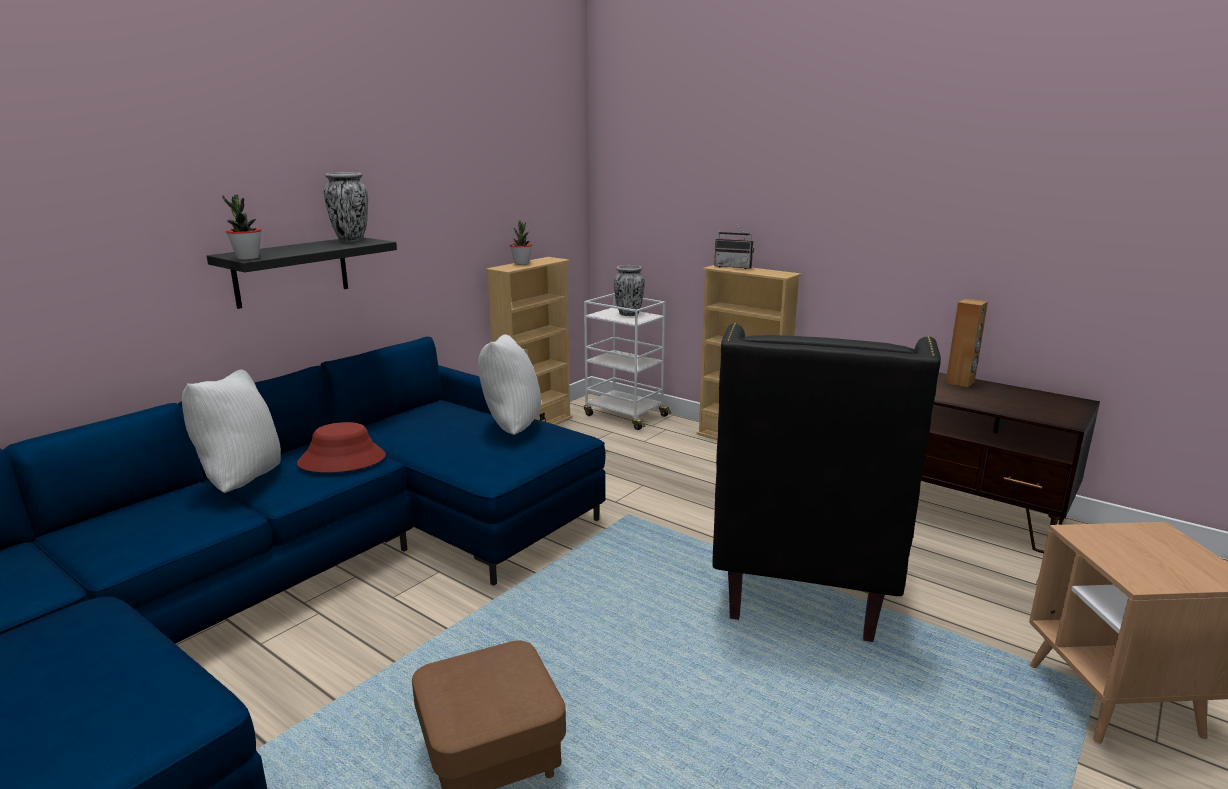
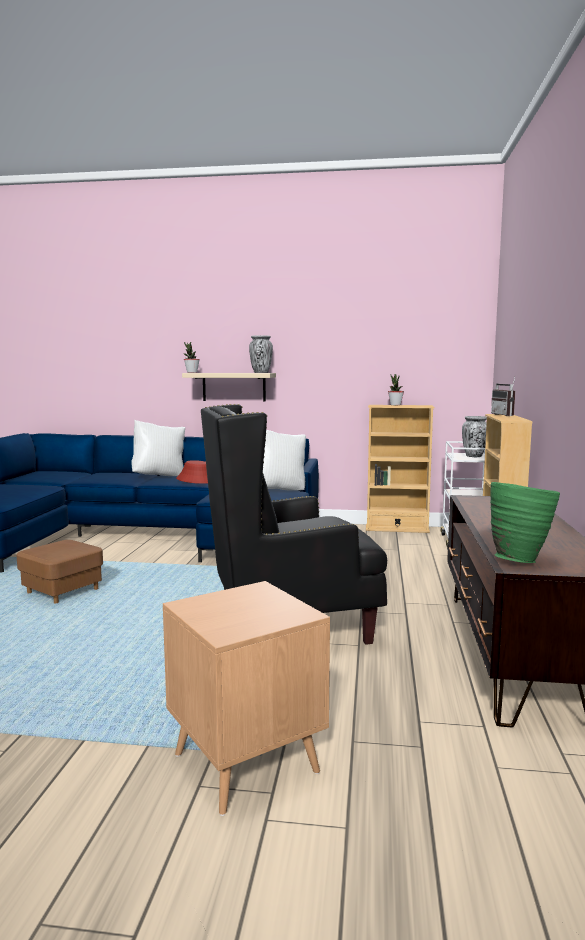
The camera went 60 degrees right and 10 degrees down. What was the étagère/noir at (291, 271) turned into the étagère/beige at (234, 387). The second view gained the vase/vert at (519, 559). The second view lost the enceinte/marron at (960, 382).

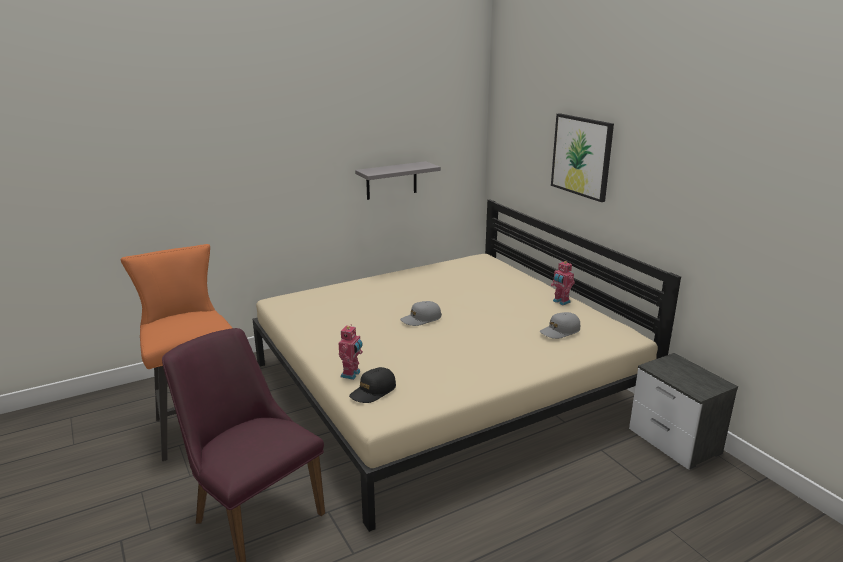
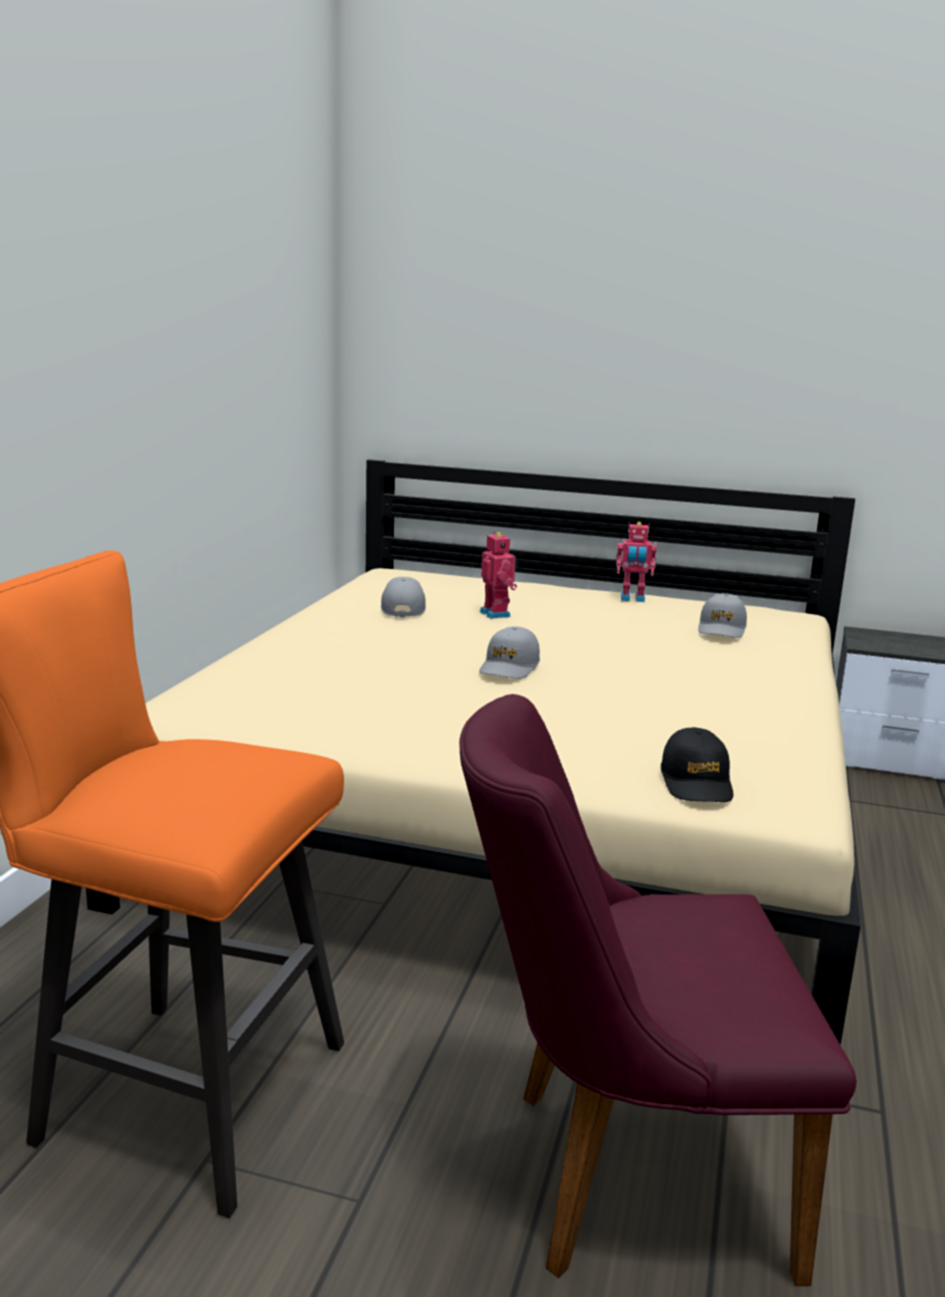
The camera went 45 degrees left and 5 degrees down. The second view gained the casquette/gris at (403, 608). The robot jouet ended up elsewhere, having gone from (351, 374) to (497, 614). The second view lost the étagère/gris at (391, 180). The second view lost the tableau at (582, 156).

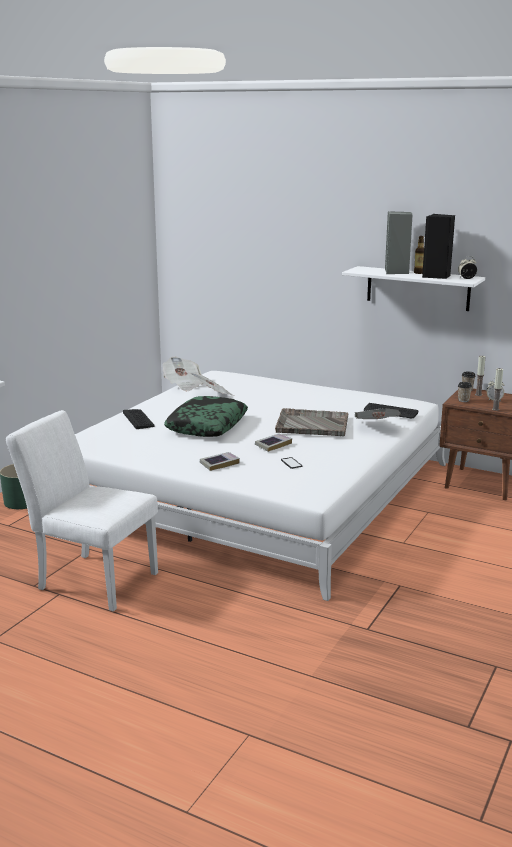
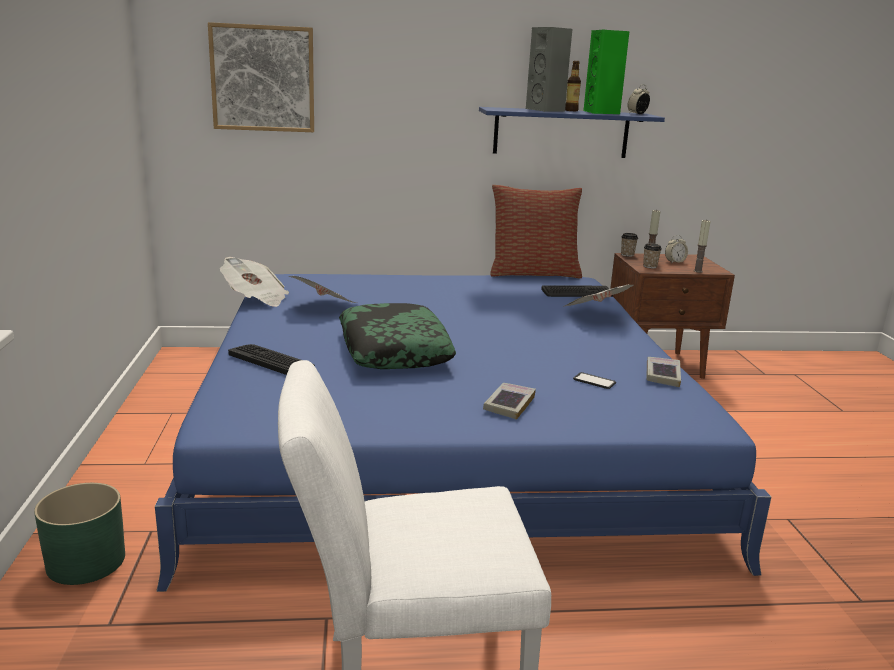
The camera went 35 degrees left and 0 degrees up. What was the lit/blanc at (255, 490) turned into the lit/bleu at (441, 434). The second view gained the tableau at (263, 78). What was the étagère/blanc at (418, 288) turned into the étagère/bleu at (561, 133). The second view gained the coussin at (533, 273). What was the enceinte/noir at (436, 276) turned into the enceinte/vert at (602, 112). The livre ended up elsewhere, having gone from (273, 445) to (662, 375). The second view lost the plateau/gris at (311, 424).

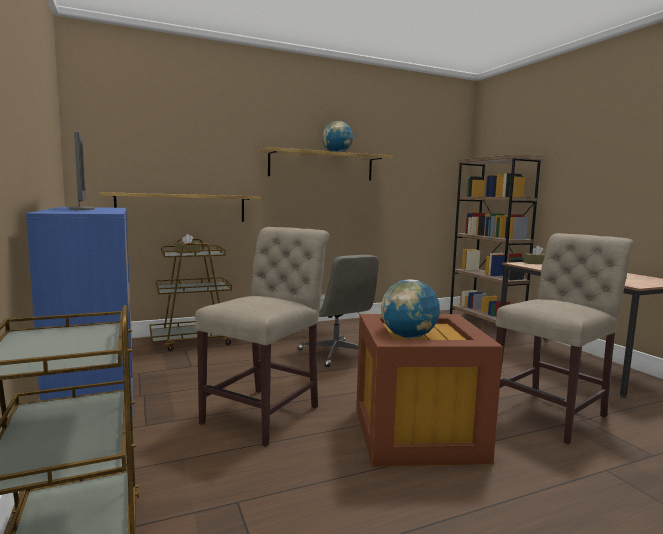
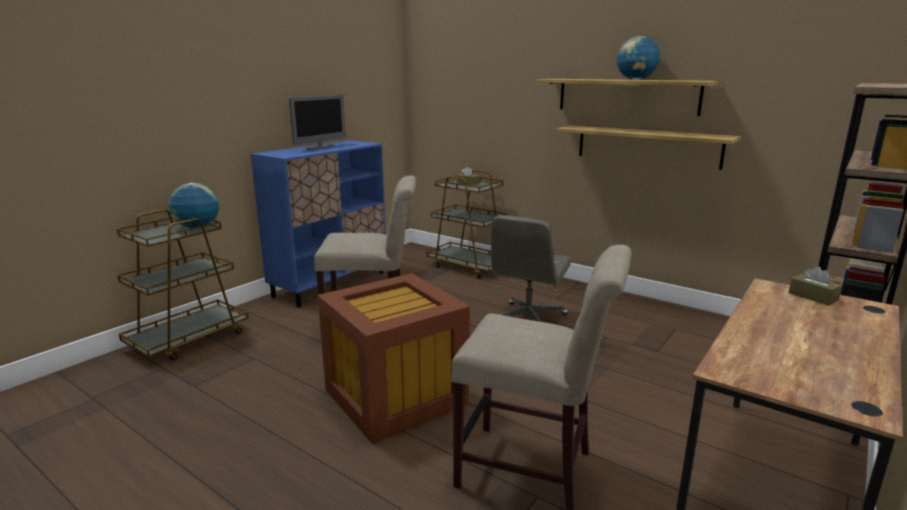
The camera went 60 degrees right and 10 degrees up. The globe ended up elsewhere, having gone from (408, 336) to (197, 228). The étagère ended up elsewhere, having gone from (182, 207) to (647, 146).

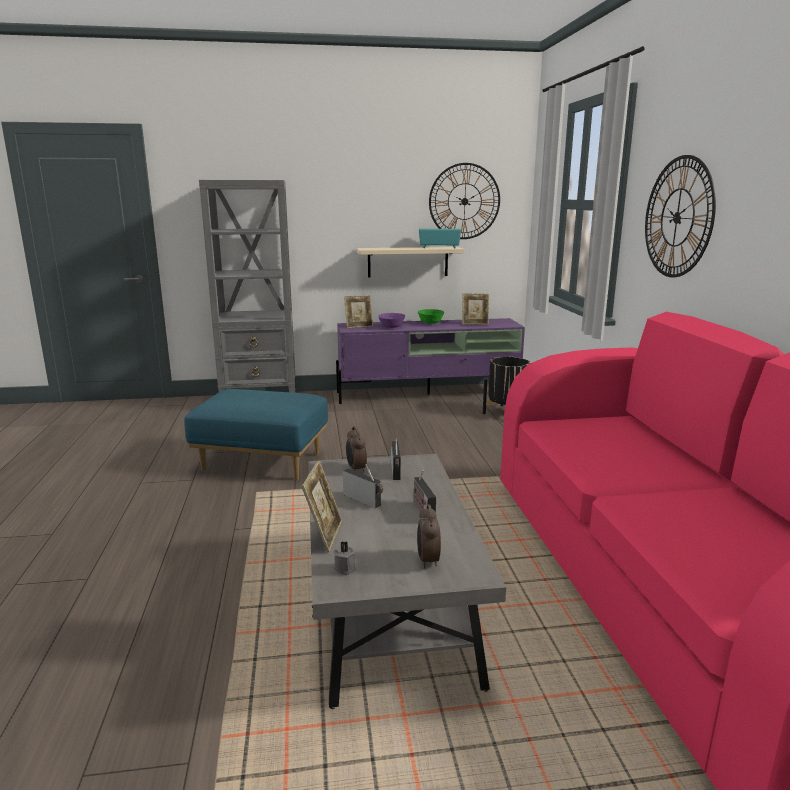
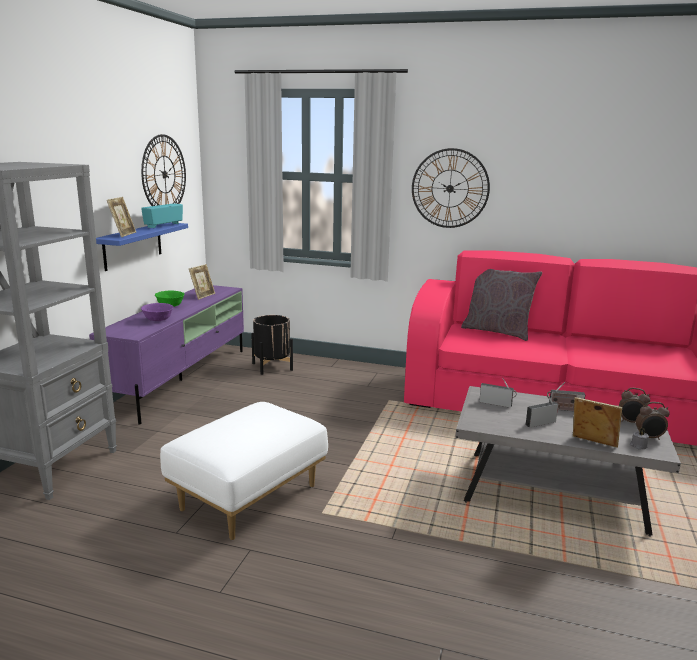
The camera went 65 degrees left and 0 degrees up. What was the étagère/beige at (408, 262) turned into the étagère/bleu at (133, 245). The cadre photo ended up elsewhere, having gone from (359, 326) to (123, 234). What was the pouf/bleu at (263, 461) turned into the pouf/blanc at (249, 497). The second view gained the coussin/gris at (497, 331). The réveil ended up elsewhere, having gone from (356, 469) to (649, 438).

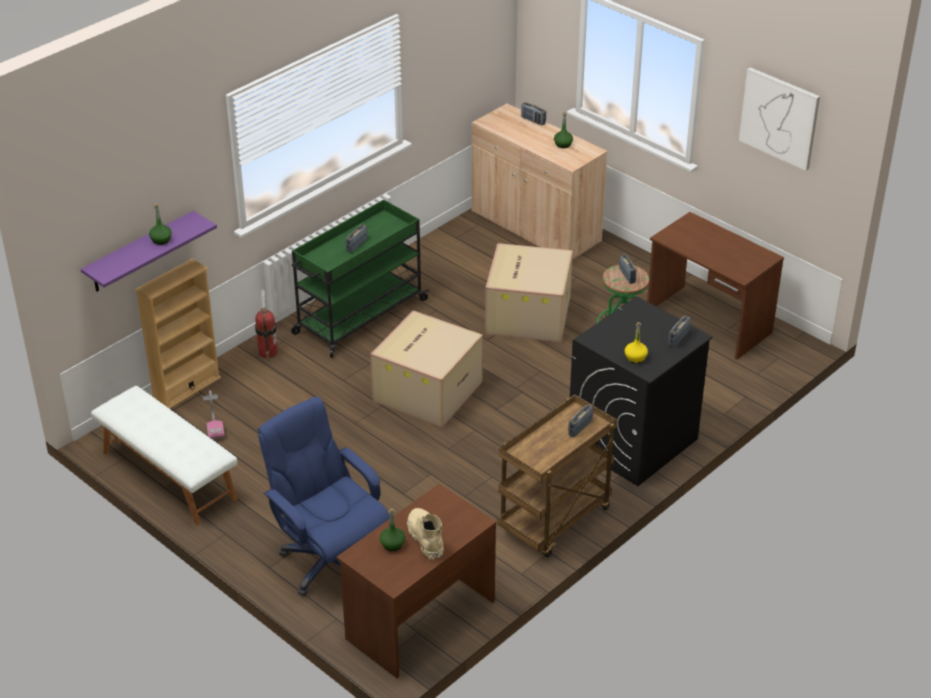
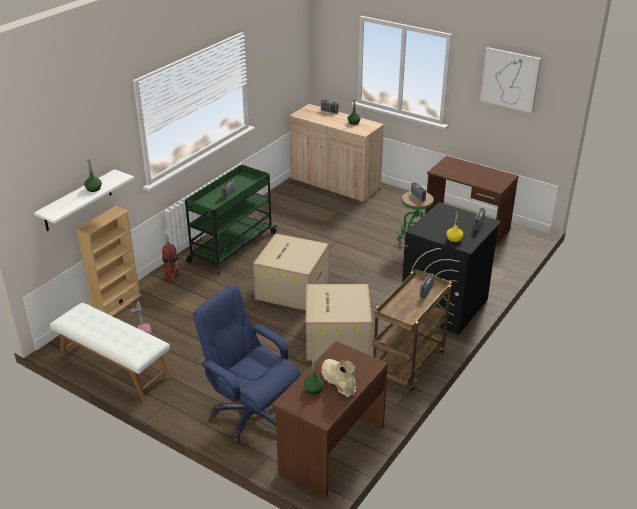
The camera went 10 degrees left and 5 degrees down. What was the étagère/violet at (140, 252) turned into the étagère/blanc at (78, 201). The carton ended up elsewhere, having gone from (527, 314) to (336, 339).

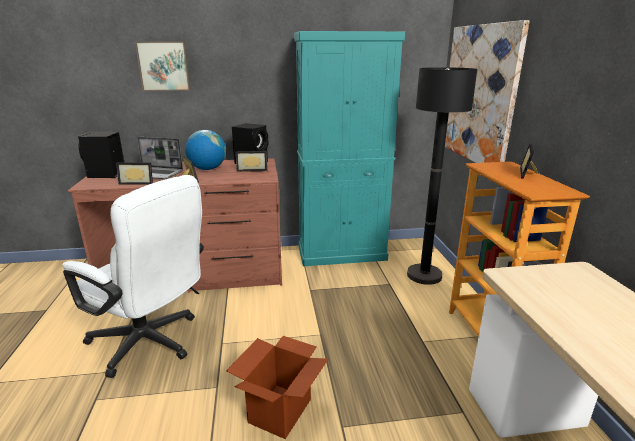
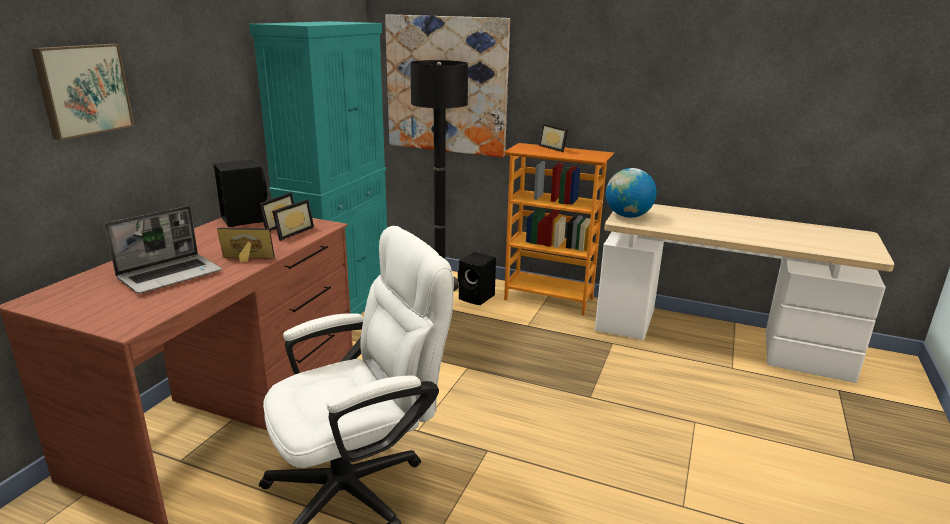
The camera went 60 degrees left and 0 degrees up. The cadre photo ended up elsewhere, having gone from (137, 183) to (291, 232). The enceinte/noir ended up elsewhere, having gone from (106, 175) to (477, 298). The globe ended up elsewhere, having gone from (207, 169) to (628, 216). The second view lost the carton at (280, 410).

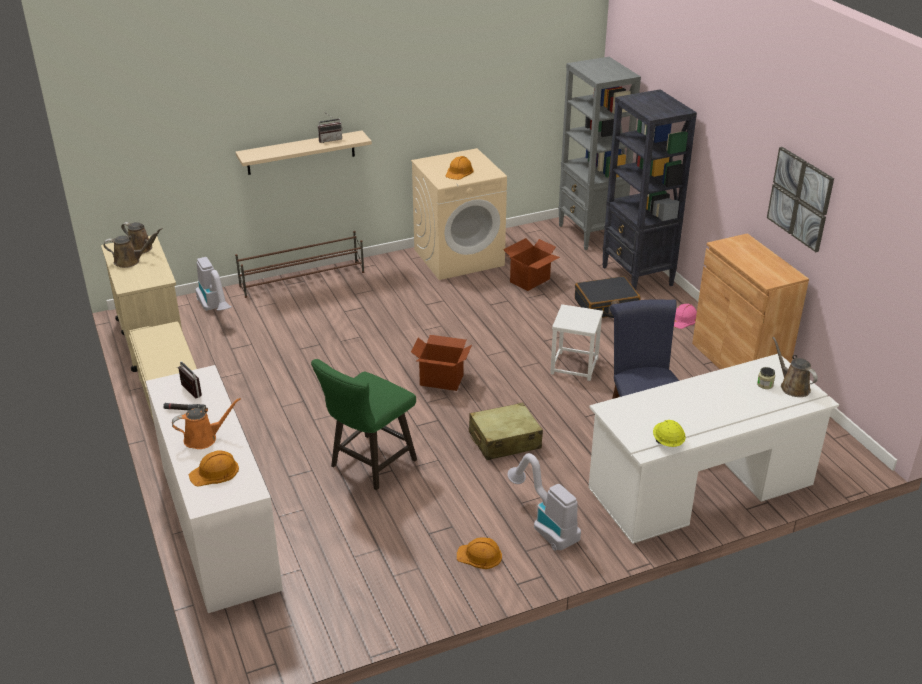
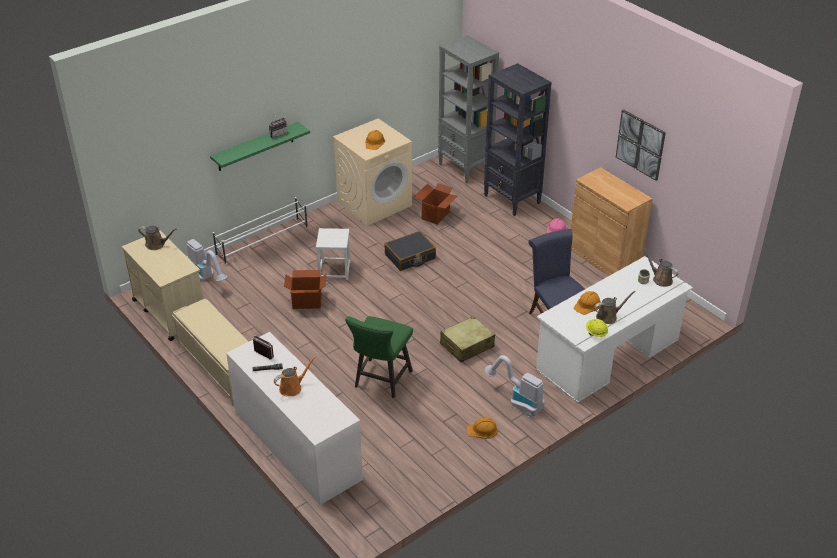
The camera went 15 degrees left and 5 degrees up. What was the étagère/beige at (301, 152) turned into the étagère/vert at (255, 147). What was the étagère à chaussures/marron at (303, 279) turned into the étagère à chaussures/blanc at (263, 241). The carton ended up elsewhere, having gone from (441, 379) to (307, 301). The tabouret/blanc ended up elsewhere, having gone from (574, 366) to (335, 270). The valise/noir ended up elsewhere, having gone from (606, 306) to (410, 257). The casque de chantier/orange ended up elsewhere, having gone from (215, 472) to (587, 305). The arrosoir/marron ended up elsewhere, having gone from (129, 261) to (608, 317).

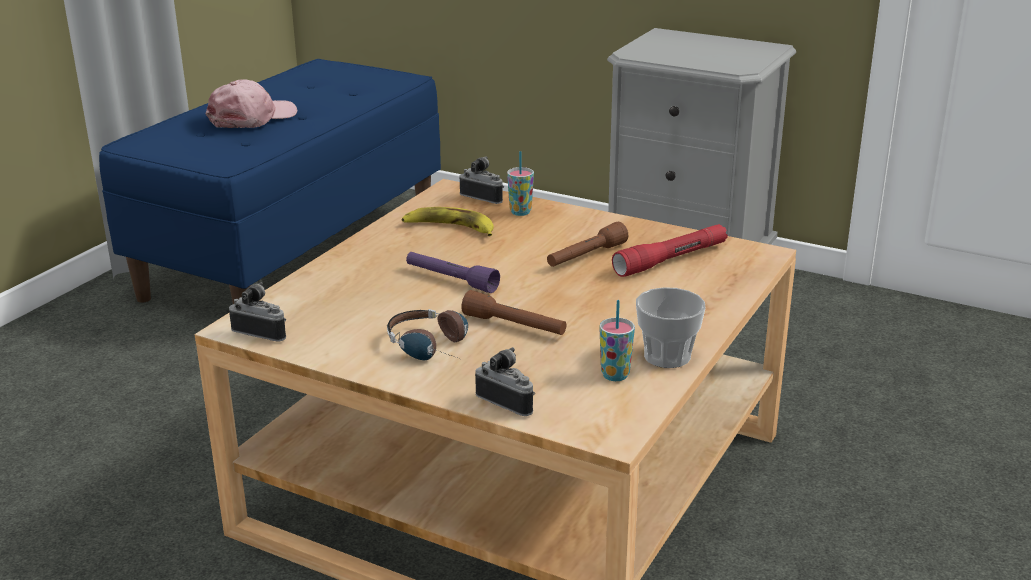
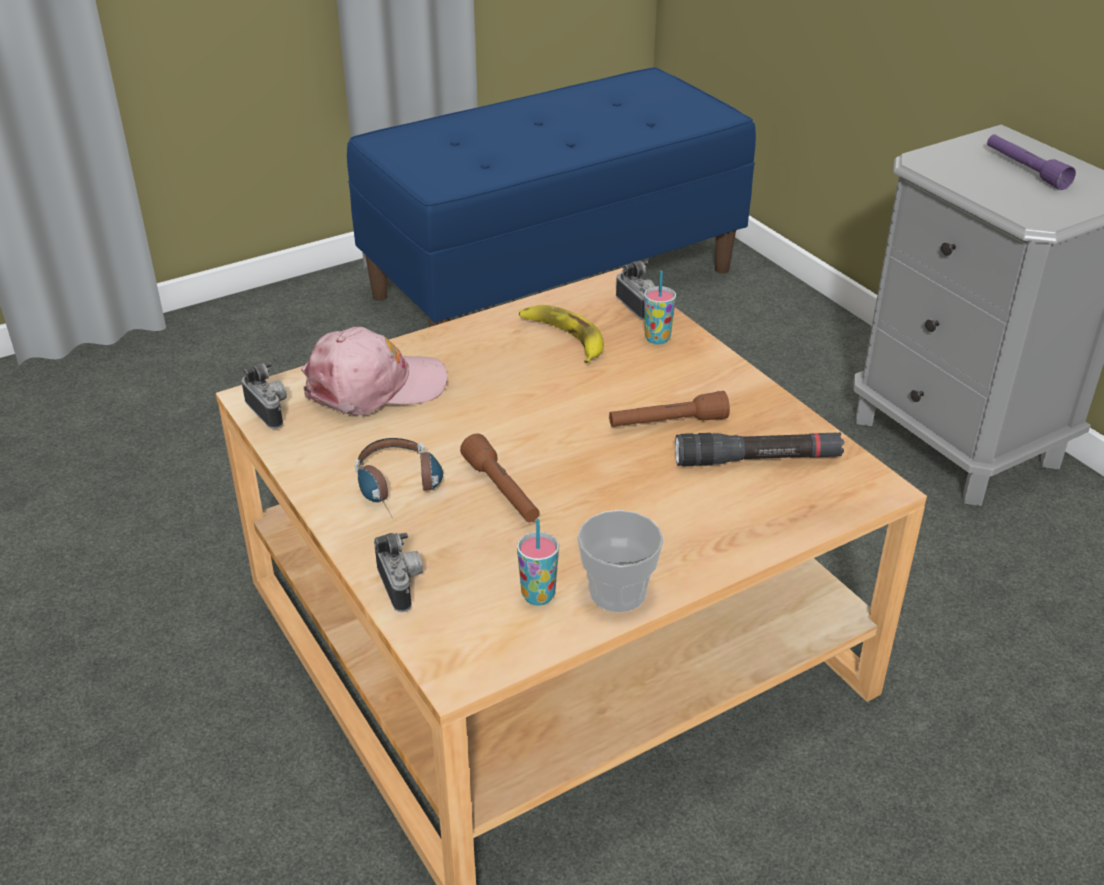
The camera went 30 degrees right and 10 degrees up. The casquette/rose ended up elsewhere, having gone from (252, 118) to (375, 386). What was the lampe de poche/rouge at (671, 260) turned into the lampe de poche/noir at (757, 460). The lampe de poche/violet ended up elsewhere, having gone from (451, 280) to (1025, 170).

